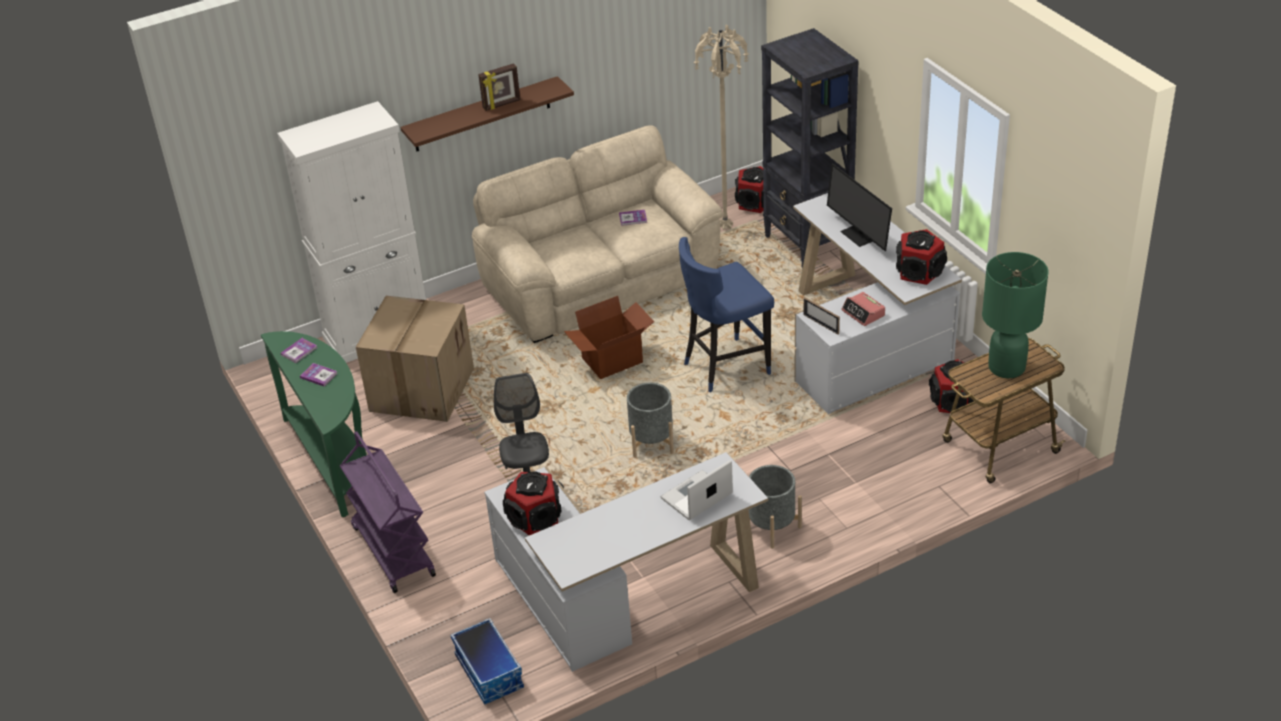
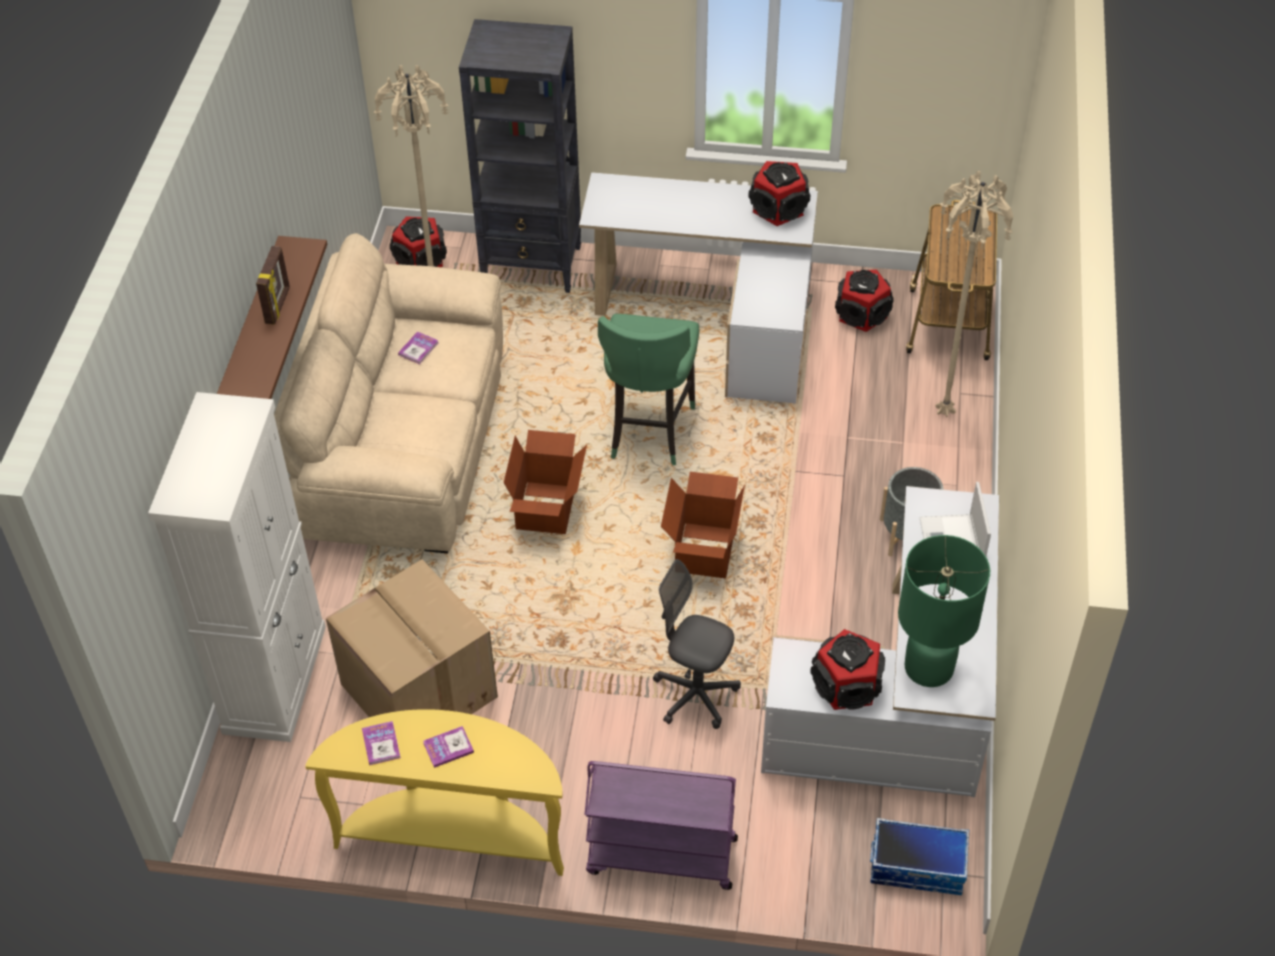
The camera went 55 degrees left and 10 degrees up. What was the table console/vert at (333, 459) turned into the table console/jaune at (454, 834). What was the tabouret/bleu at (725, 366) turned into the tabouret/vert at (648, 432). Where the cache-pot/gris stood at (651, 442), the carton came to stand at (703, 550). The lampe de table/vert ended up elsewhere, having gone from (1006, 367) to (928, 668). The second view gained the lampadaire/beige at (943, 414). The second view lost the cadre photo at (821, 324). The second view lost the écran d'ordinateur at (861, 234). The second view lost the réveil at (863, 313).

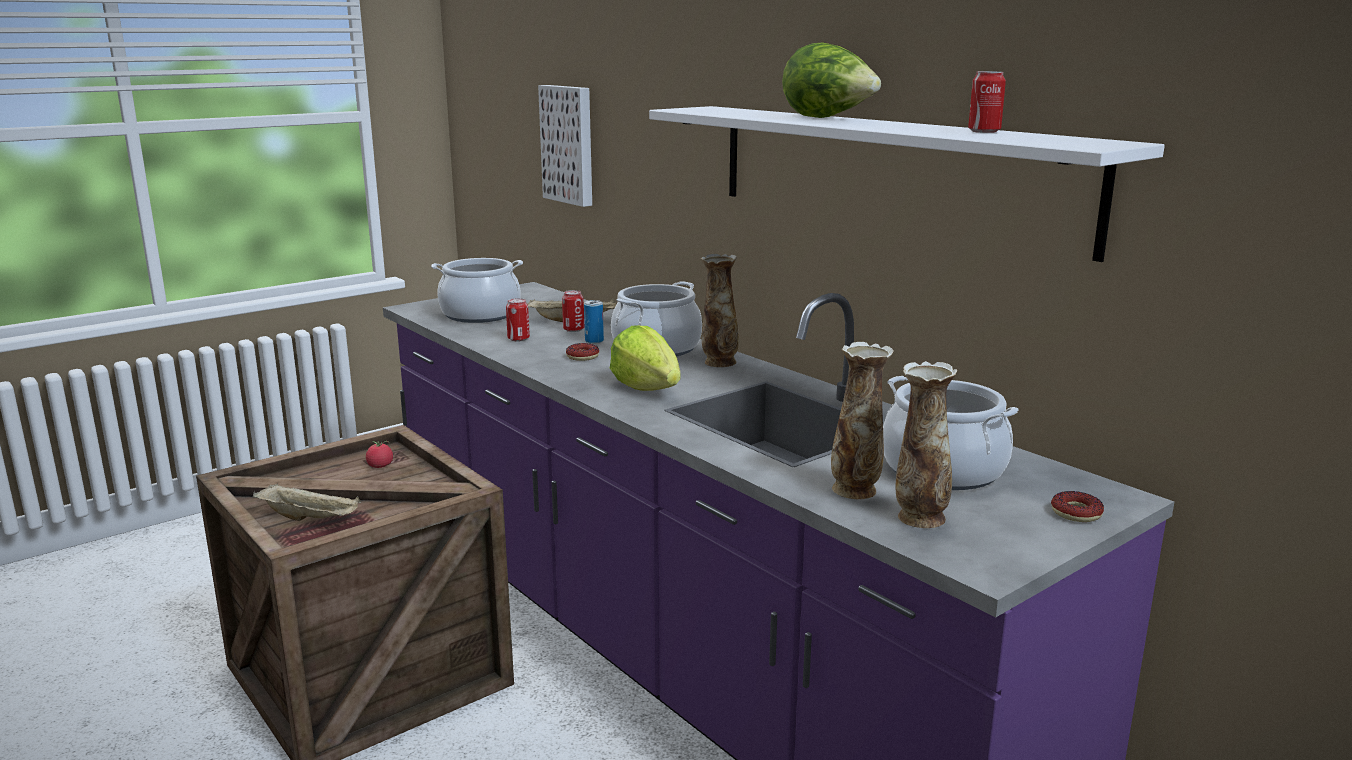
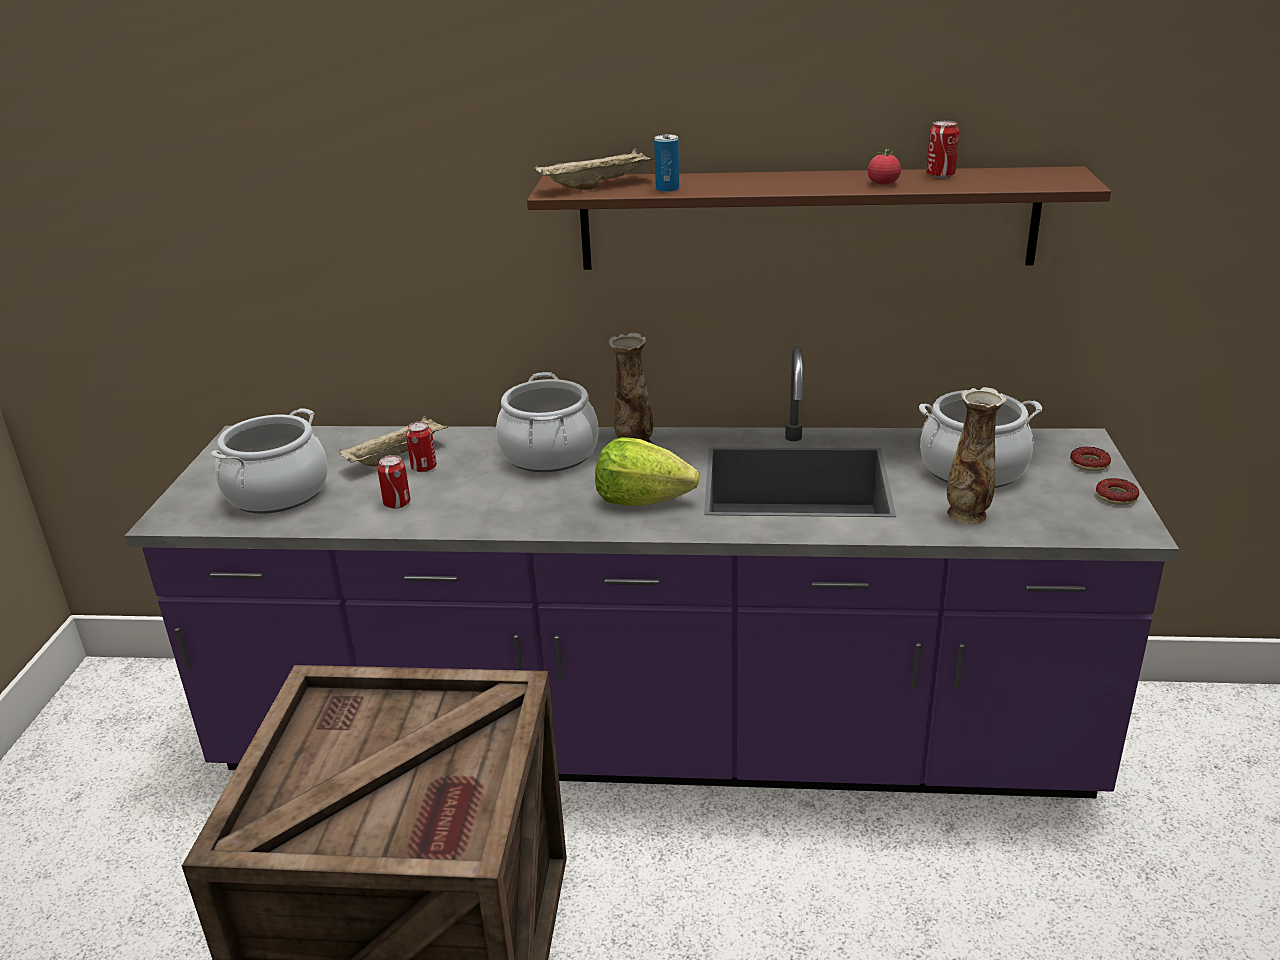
The camera went 45 degrees left and 10 degrees up. What was the étagère/blanc at (889, 173) turned into the étagère/marron at (806, 219). The plateau/beige ended up elsewhere, having gone from (311, 518) to (598, 185). The boîte métallique ended up elsewhere, having gone from (594, 341) to (667, 189). The tomate ended up elsewhere, having gone from (380, 466) to (883, 183). The beignet ended up elsewhere, having gone from (582, 356) to (1116, 497). The second view lost the tableau at (570, 144). The second view lost the laitue at (828, 118). The second view lost the vase at (919, 518).

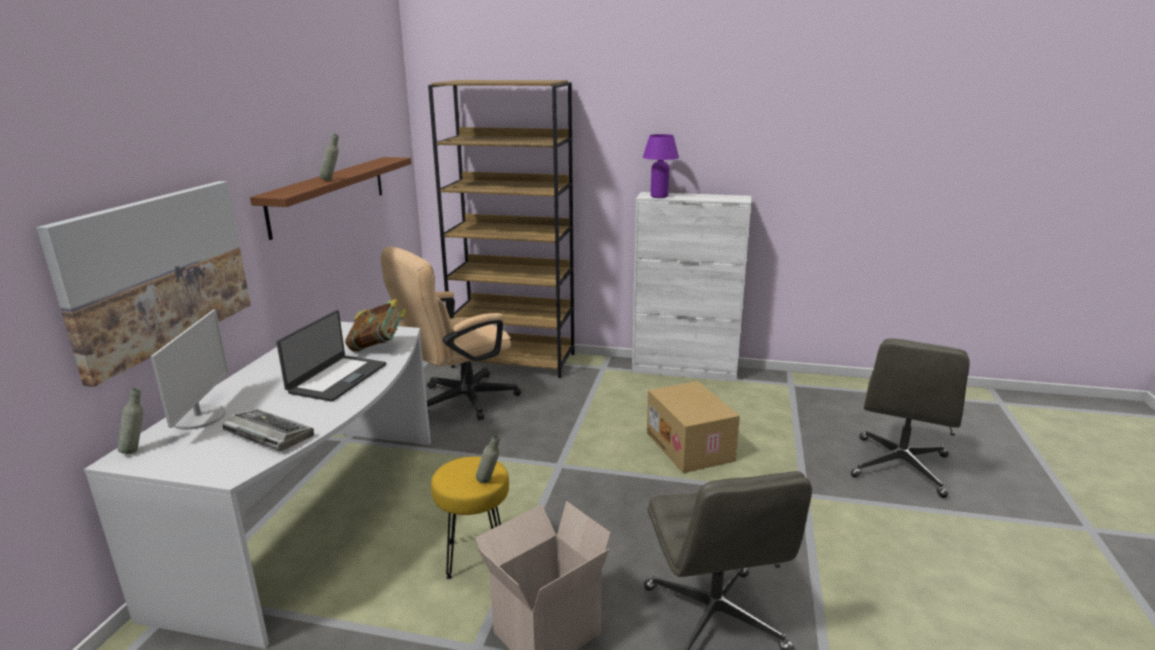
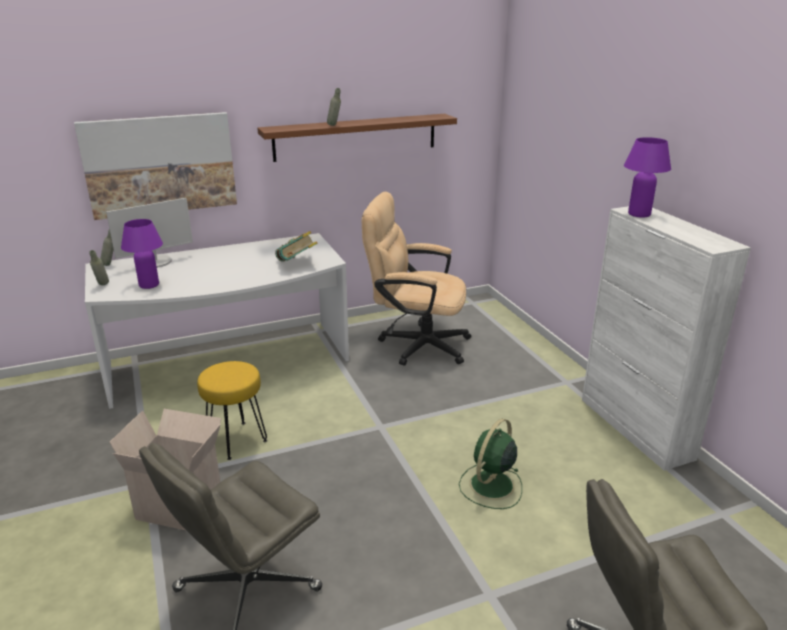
The camera went 55 degrees right and 5 degrees up. The bouteille/gris ended up elsewhere, having gone from (489, 482) to (102, 286). Where the clavier stood at (268, 435), the lampe de table/violet came to stand at (149, 285). Where the carton stood at (691, 447), the ventilateur/vert came to stand at (490, 486). The second view lost the ordinateur portable at (336, 378). The second view lost the bibliothèque/marron at (515, 360).

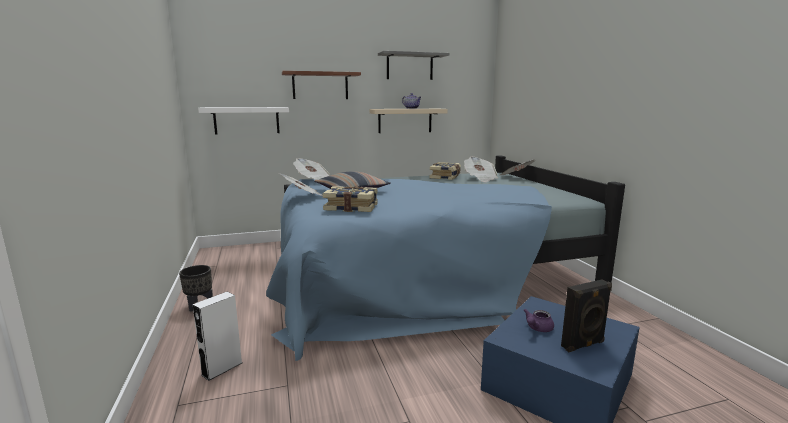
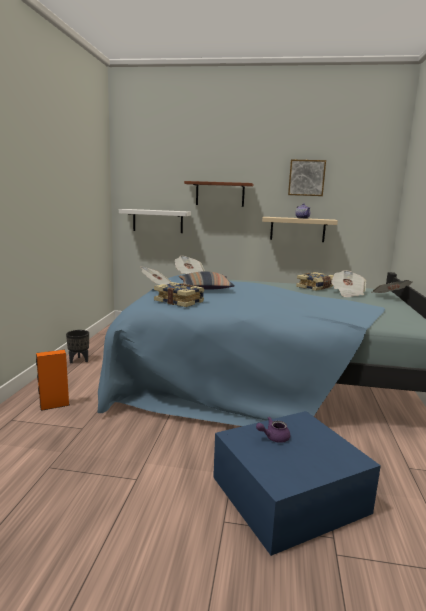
The camera went 25 degrees right and 0 degrees up. What was the enceinte/blanc at (222, 368) turned into the enceinte/orange at (54, 405). Where the étagère/gris hung at (409, 66), the tableau came to hang at (306, 178). The second view lost the enceinte/noir at (583, 345).

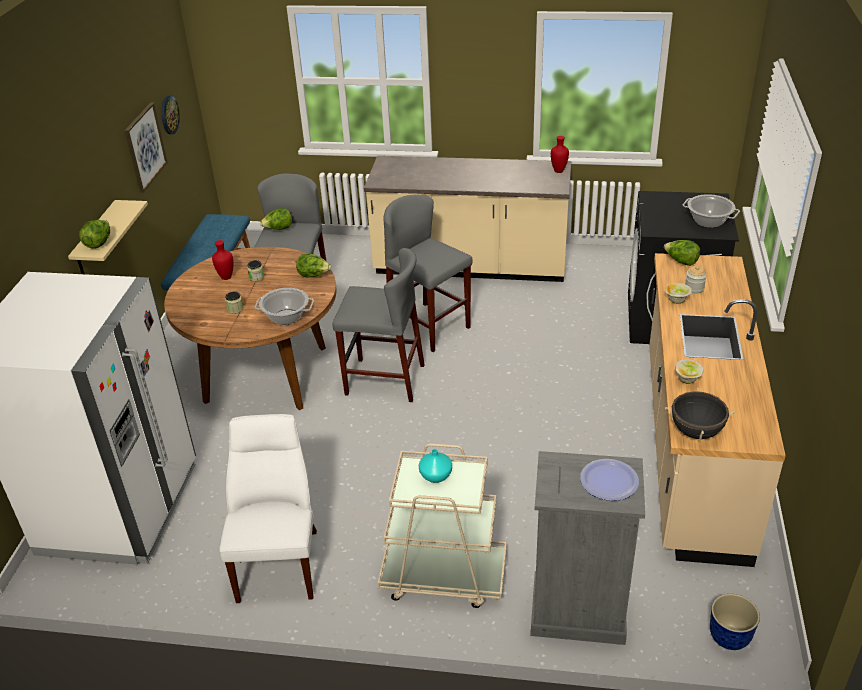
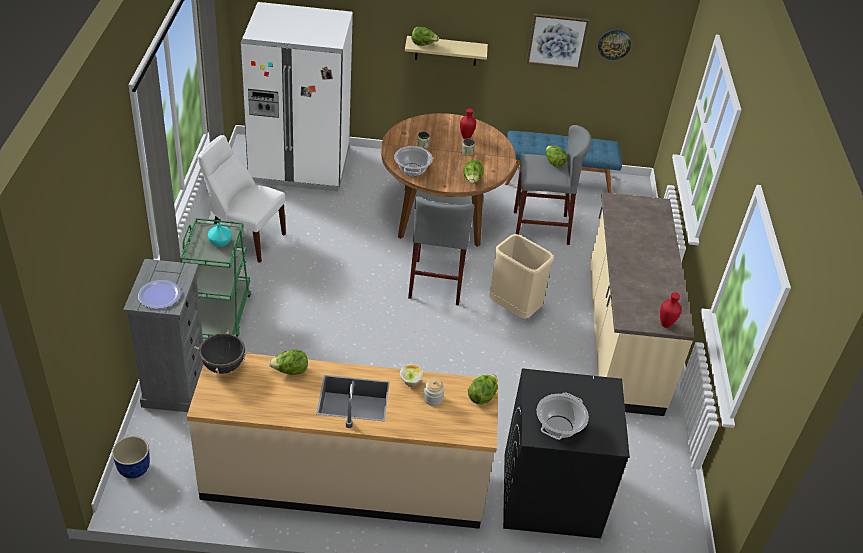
The camera went 80 degrees right and 5 degrees up. What was the chariot/beige at (443, 576) turned into the chariot/vert at (219, 314). The chaise/blanc at (279, 561) ended up facing another way, 150 degrees counterclockwise from before. Where the bol stood at (687, 380), the laitue came to stand at (290, 371). Where the tabouret/gris stood at (429, 327), the poubelle/beige came to stand at (514, 308).

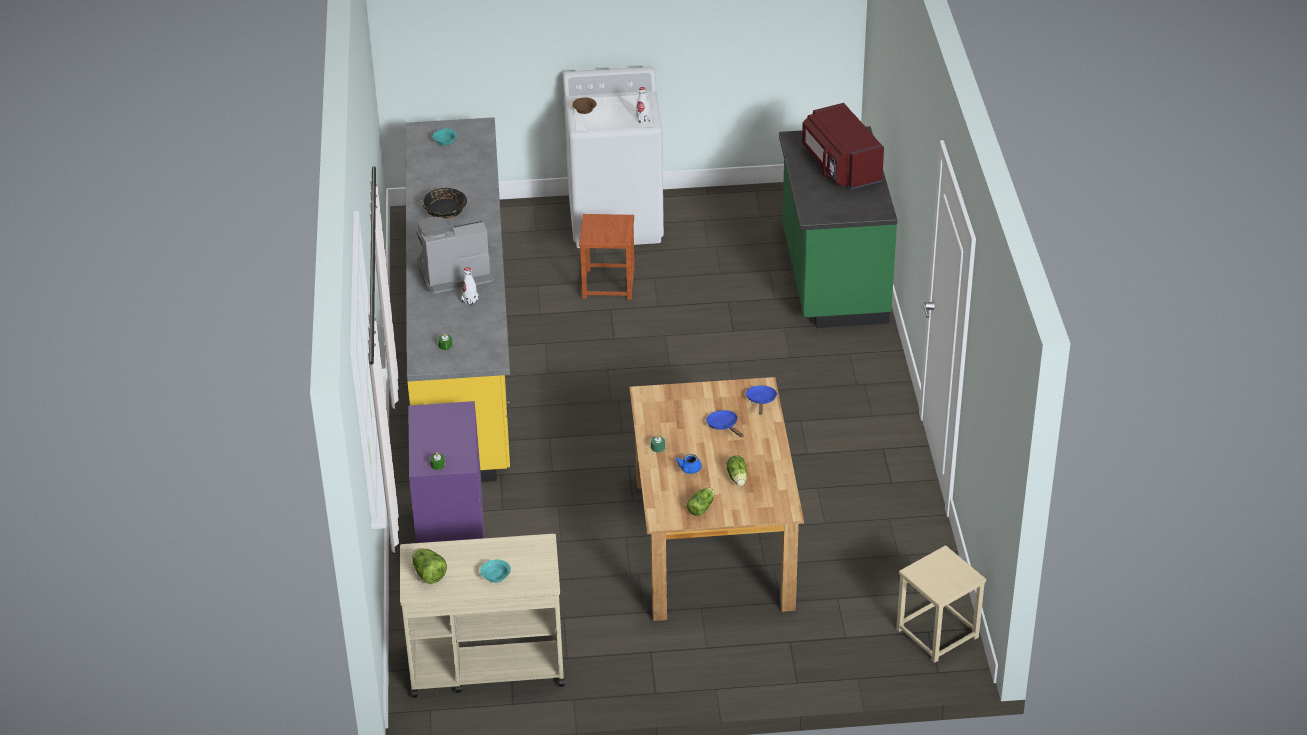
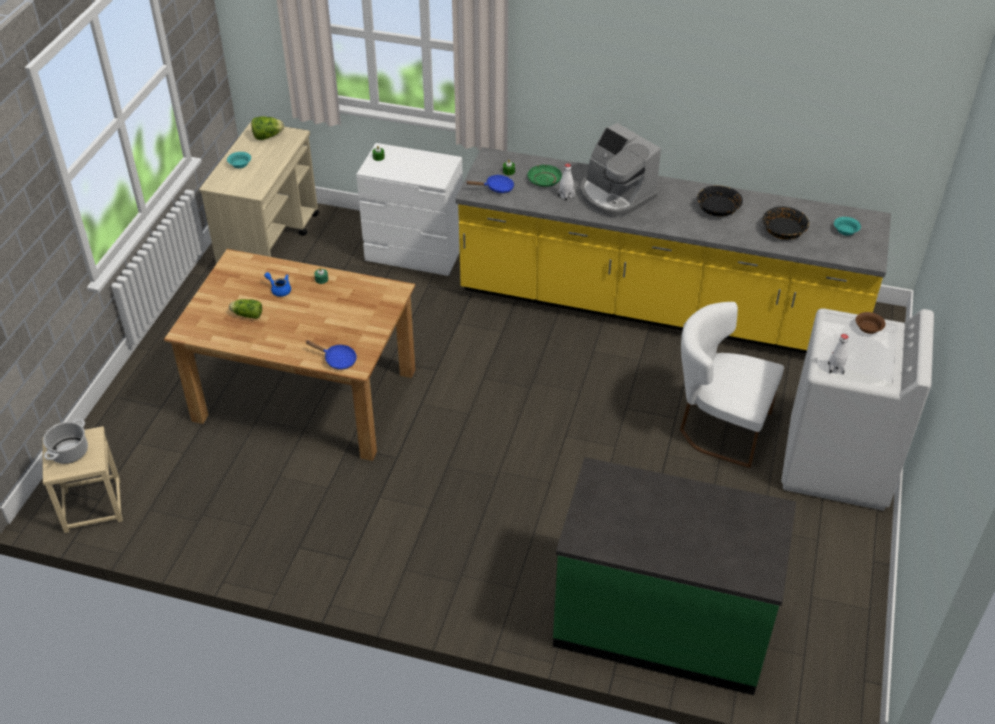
The camera went 110 degrees right and 5 degrees up. The second view gained the marmite at (69, 451). What was the commode/violet at (451, 535) turned into the commode/blanc at (415, 253). The poêle/bleu ended up elsewhere, having gone from (724, 426) to (496, 188). The second view gained the assiette/vert at (544, 180). The machine à café at (454, 271) ended up facing another way, 135 degrees clockwise from before. Where the tabouret/marron stood at (608, 284), the chaise/blanc came to stand at (718, 427). The second view gained the bol/noir at (784, 230). The second view lost the laitue at (702, 507). The second view lost the micro-ondes/rouge at (840, 166).

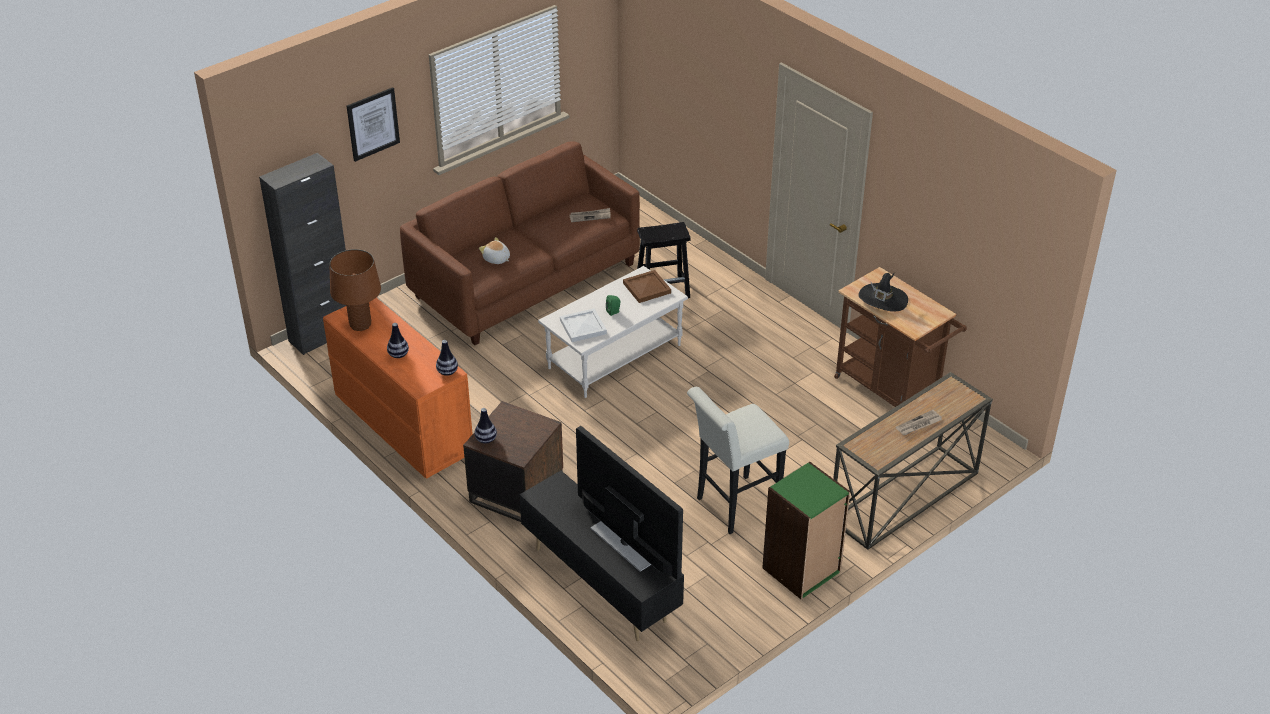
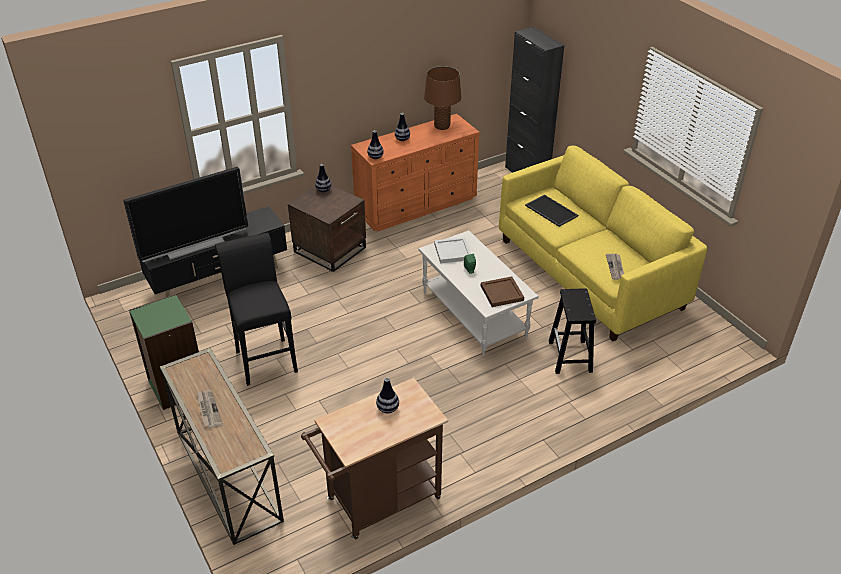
The camera went 100 degrees right and 0 degrees up. What was the tabouret/blanc at (733, 507) turned into the tabouret/noir at (265, 358). Where the chapeau/noir stood at (883, 299), the vase came to stand at (388, 409). What was the canapé/marron at (525, 280) turned into the canapé/jaune at (589, 274). Where the peluche stood at (496, 259), the plateau came to stand at (550, 211). The second view lost the tableau at (373, 124).

